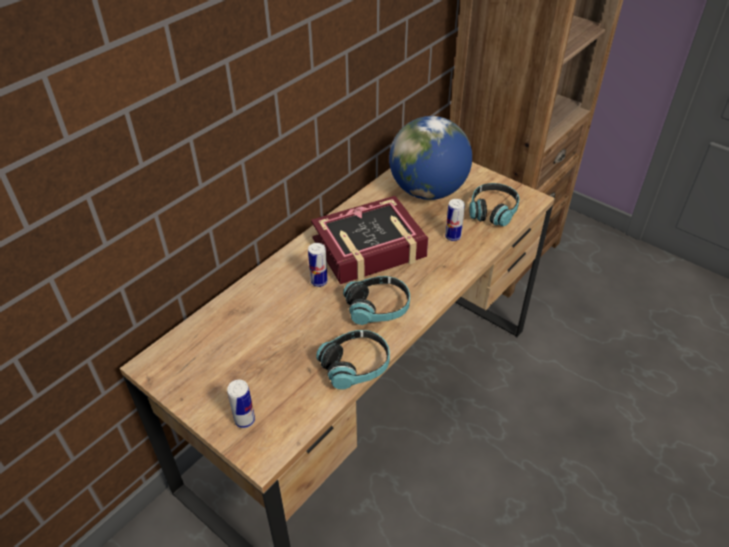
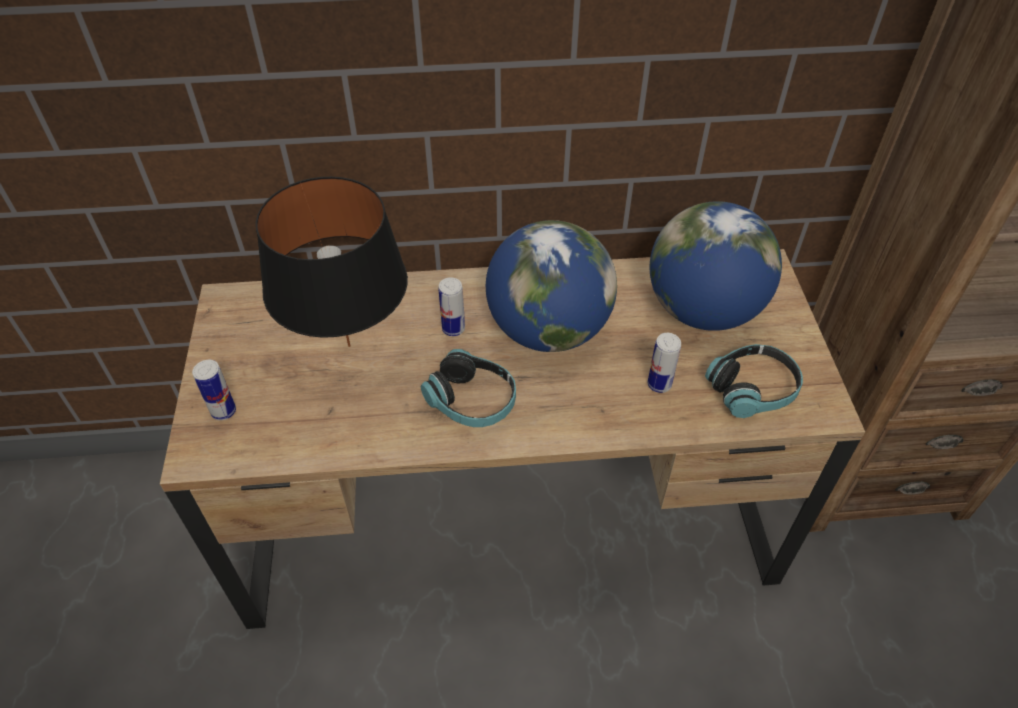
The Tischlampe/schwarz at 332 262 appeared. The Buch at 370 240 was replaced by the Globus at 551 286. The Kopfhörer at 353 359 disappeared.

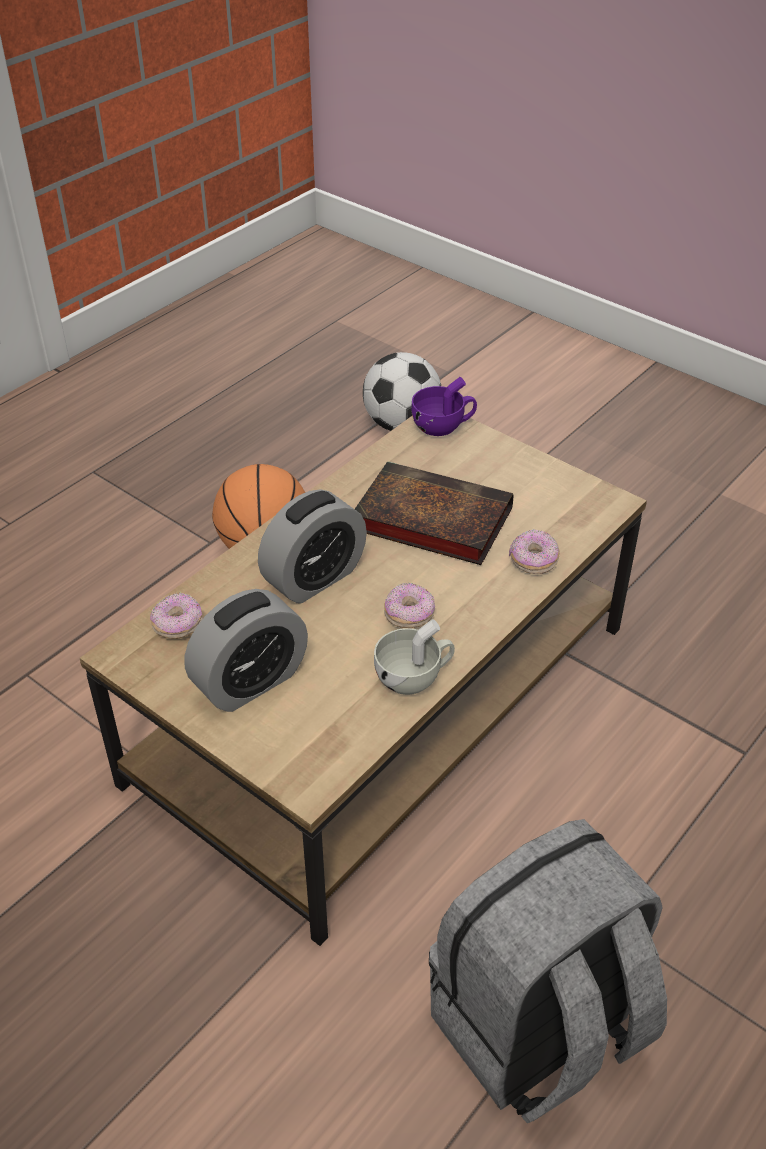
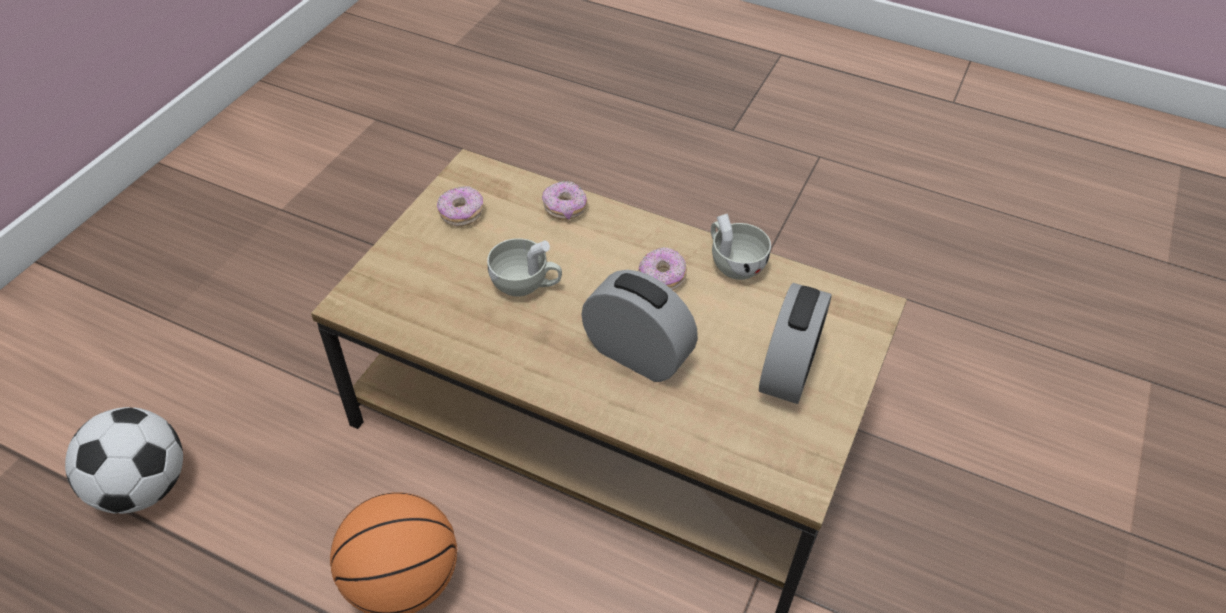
The Donut moved from 176 616 to 460 206. The Buch at 434 513 was replaced by the Tasse/weiß at 524 267. The Wecker at 246 650 turned 75 degrees clockwise. The Tasse/lila at 444 406 disappeared. The Rucksack/grau at 548 971 disappeared.

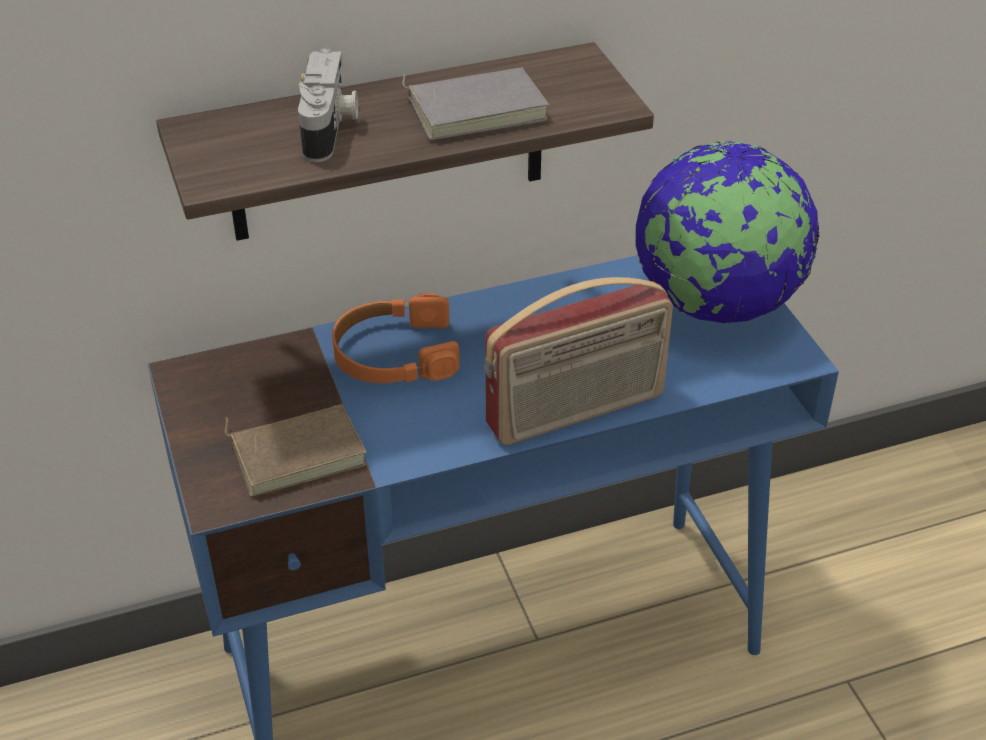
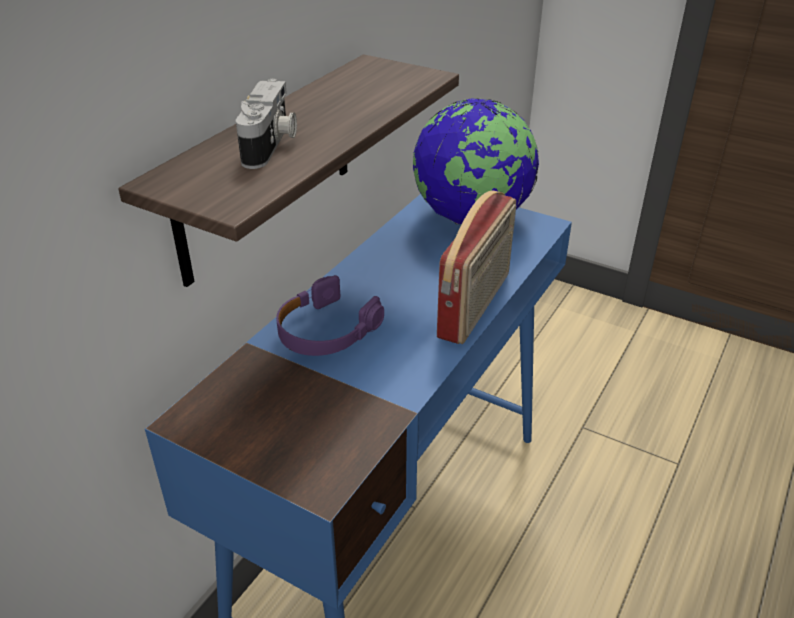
The Kamera at 328 105 turned 45 degrees clockwise. The Kopfhörer/orange at 395 338 became the Kopfhörer/lila at 330 315. The Buch/braun at 296 450 disappeared. The Buch/grau at 475 103 disappeared.

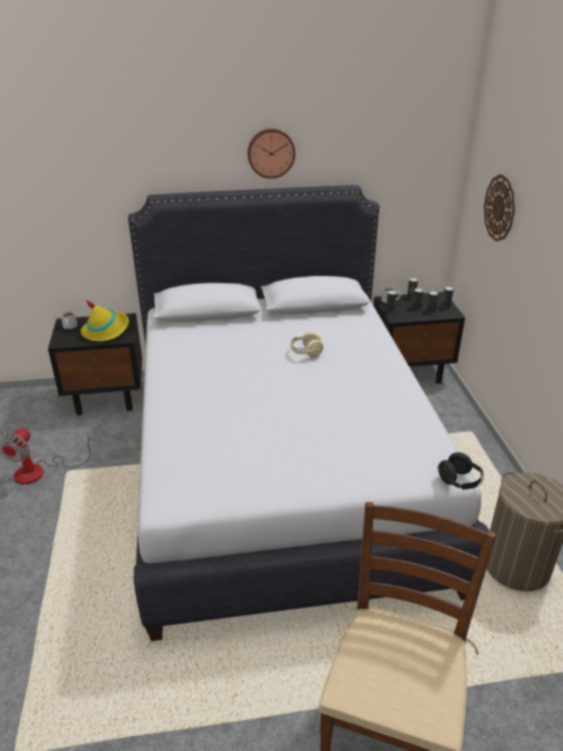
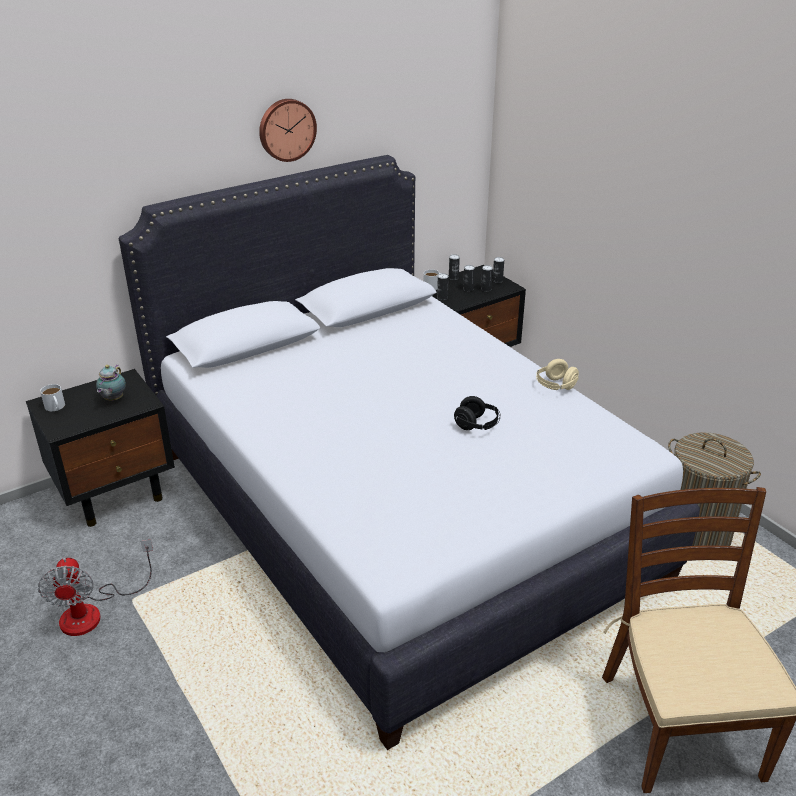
The Hut/gelb at 105 320 was replaced by the Teekanne at 111 382. The Kopfhörer/schwarz moved from 460 471 to 477 413. The Kopfhörer/beige moved from 306 344 to 557 374. The Wanduhr at 499 208 disappeared.

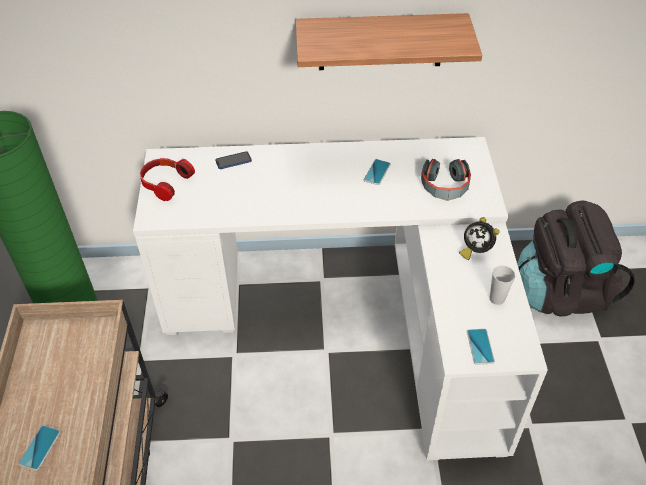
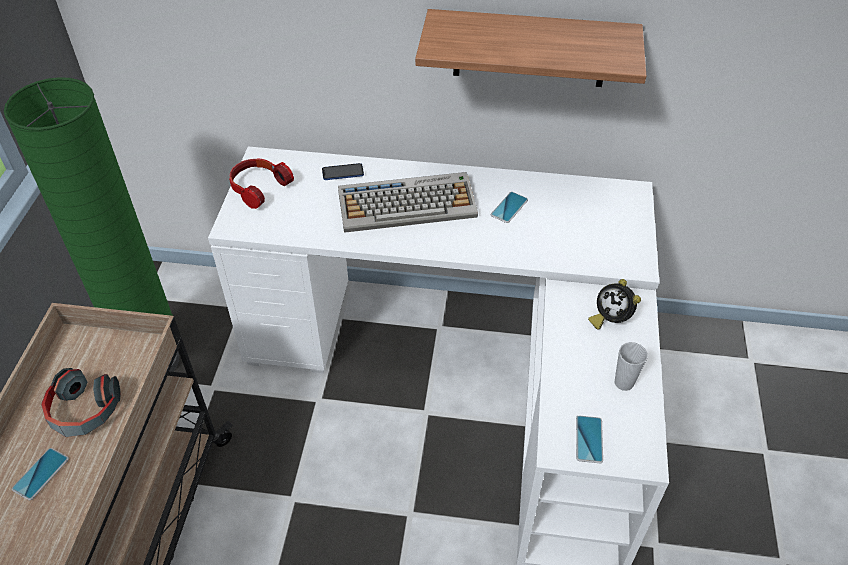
The Kopfhörer moved from 446 180 to 81 402. The Tastatur at 408 202 appeared. The Rucksack/schwarz at 576 258 disappeared.

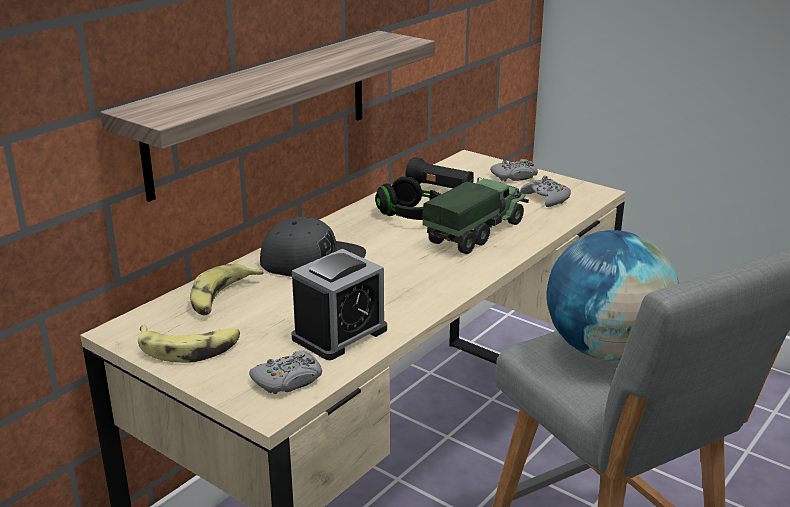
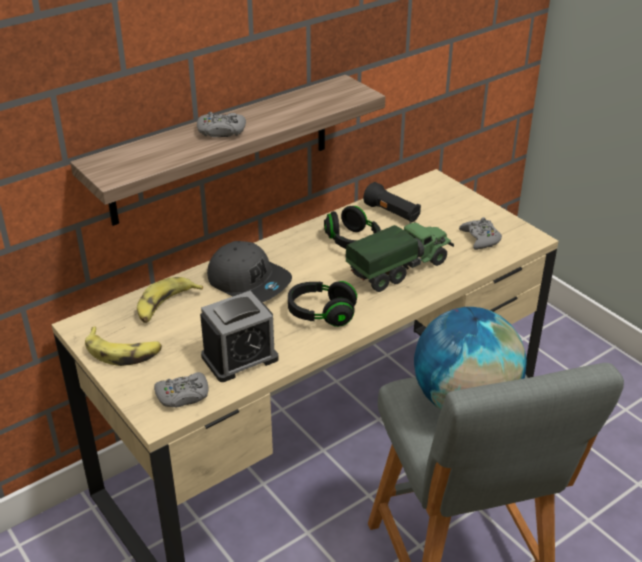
The Gamepad/grau moved from 514 170 to 221 124. The Kopfhörer/schwarz at 322 304 appeared.

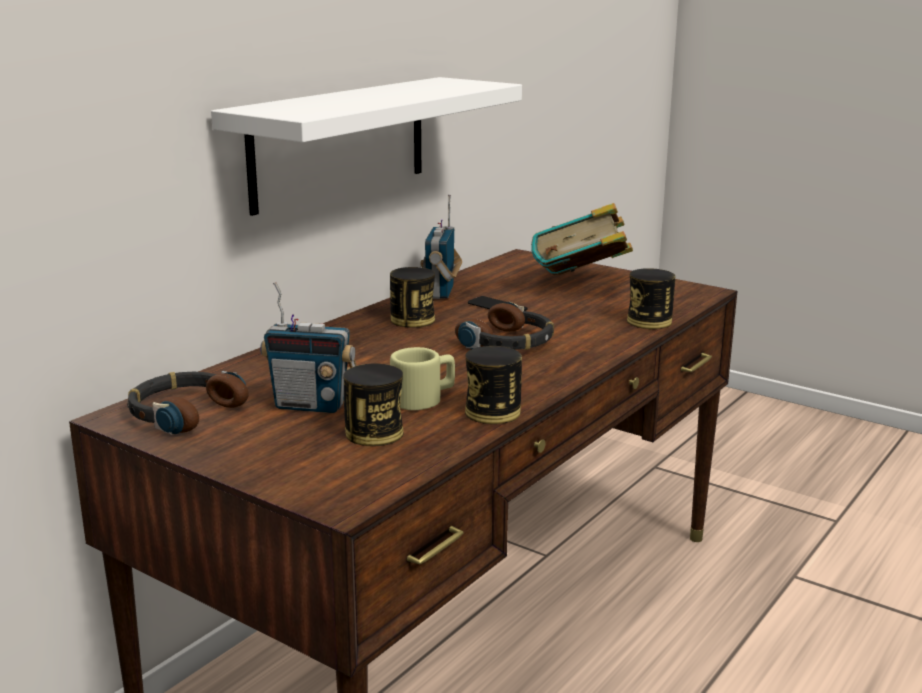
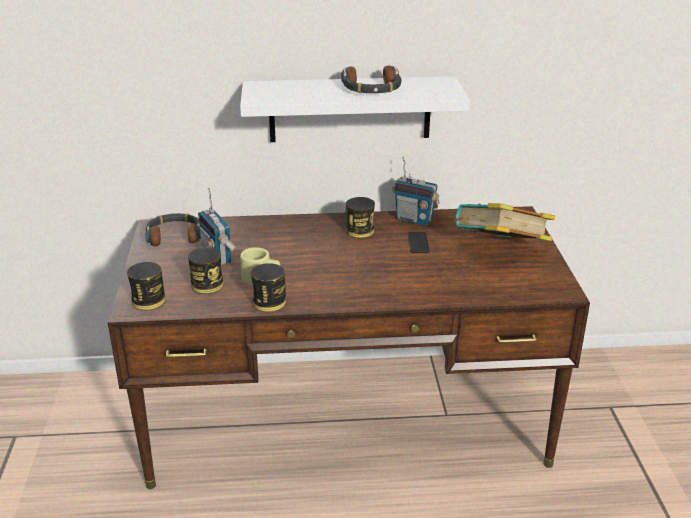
The Dose moved from 651 298 to 146 286. The Kopfhörer moved from 504 326 to 371 79. The Radio at 441 247 turned 120 degrees counterclockwise.

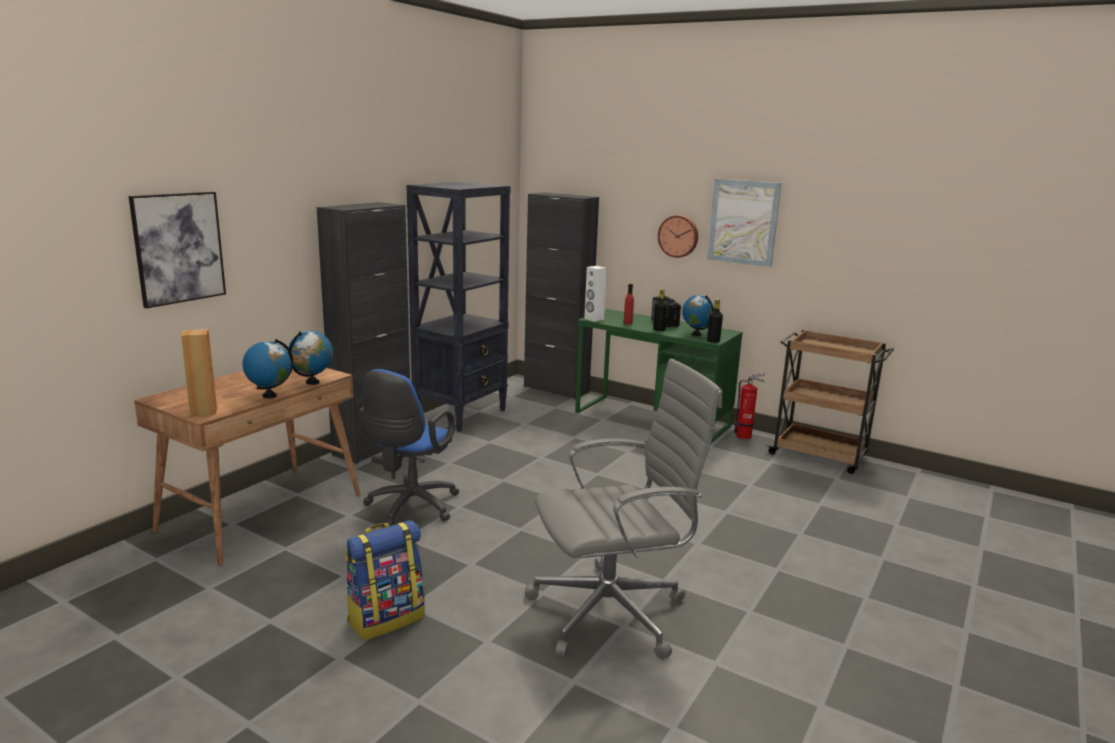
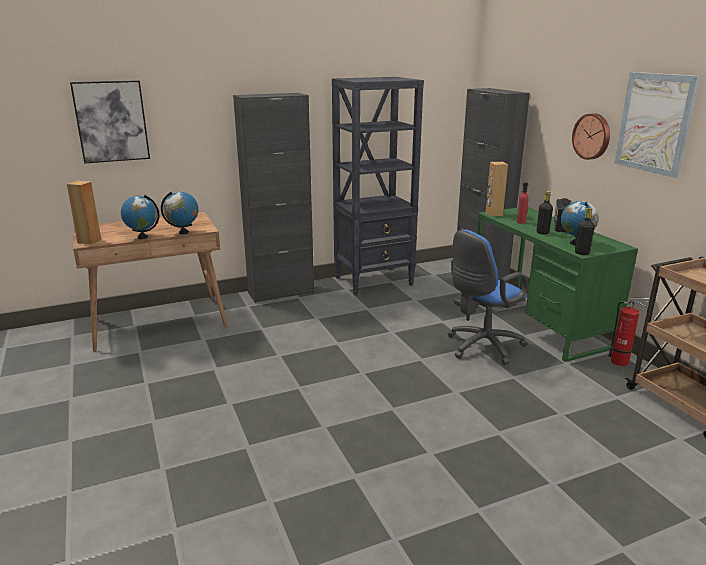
The Bürostuhl/blau moved from 409 447 to 487 297. The Lautsprecher/weiß at 595 294 became the Lautsprecher/braun at 497 189. The Rucksack at 385 580 disappeared. The Bürostuhl/grau at 623 508 disappeared.

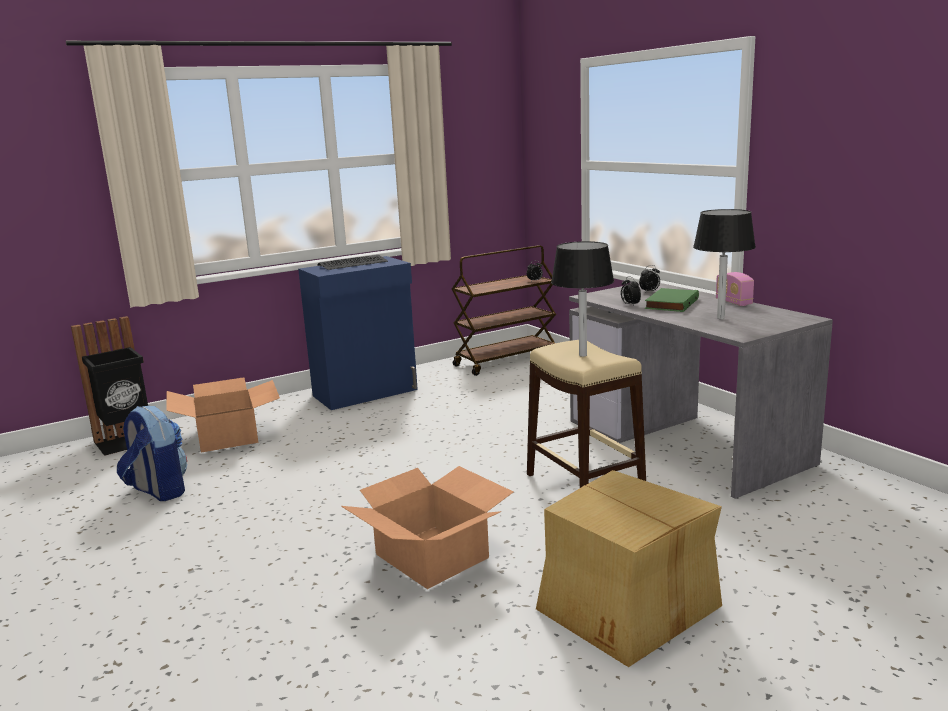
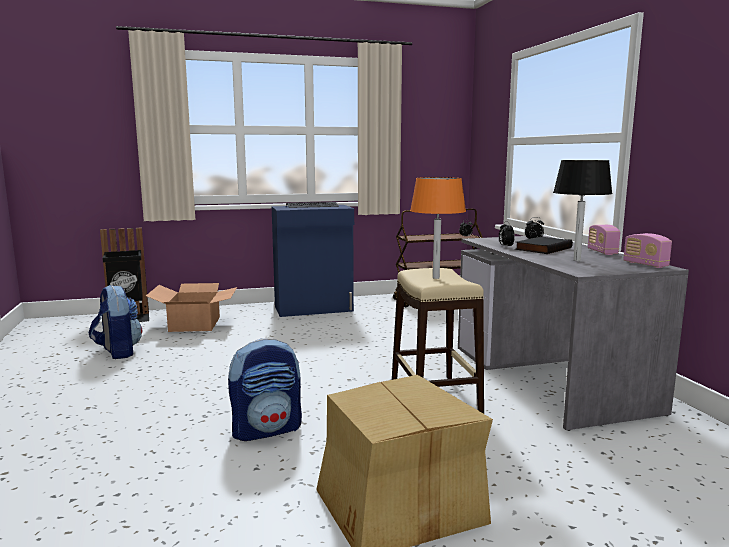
The Karton at 427 527 was replaced by the Rucksack at 265 389. The Tischlampe/schwarz at 582 299 became the Tischlampe/orange at 438 228. The Buch/grün at 672 300 became the Buch/schwarz at 544 245. The Radio at 647 250 appeared.

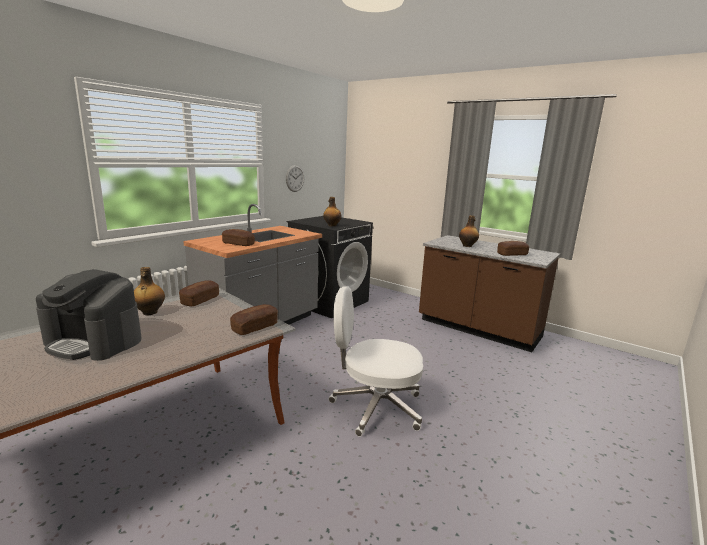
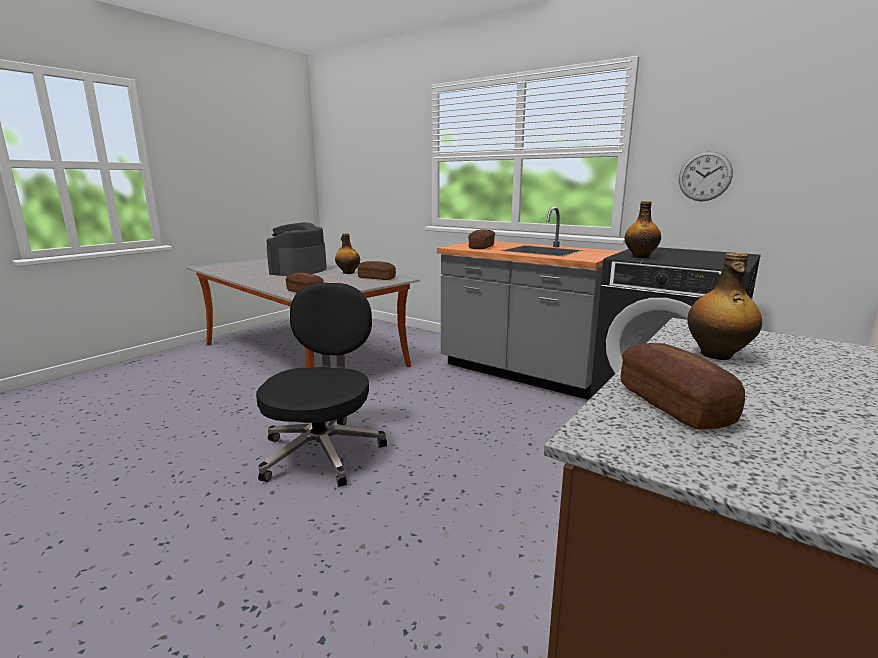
The Bürostuhl/weiß at 376 361 became the Bürostuhl/schwarz at 321 384.

